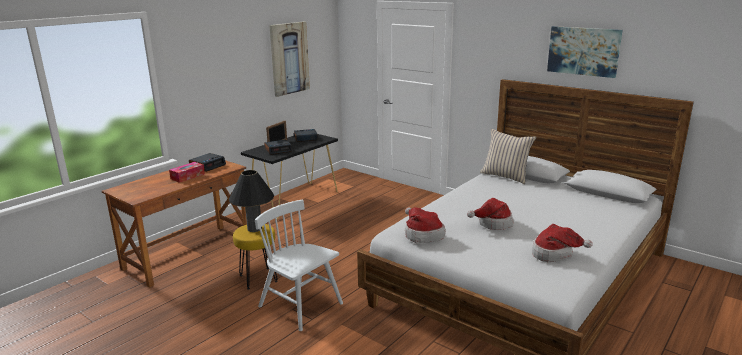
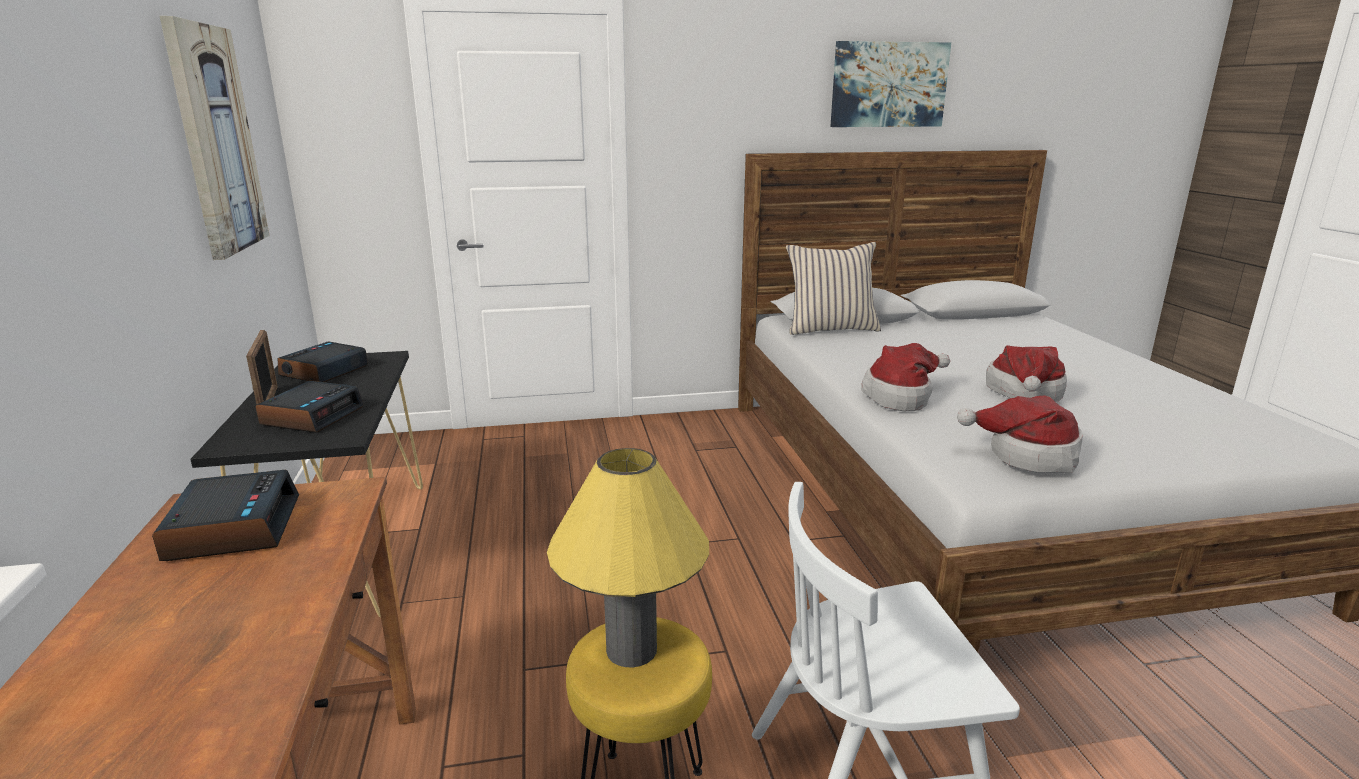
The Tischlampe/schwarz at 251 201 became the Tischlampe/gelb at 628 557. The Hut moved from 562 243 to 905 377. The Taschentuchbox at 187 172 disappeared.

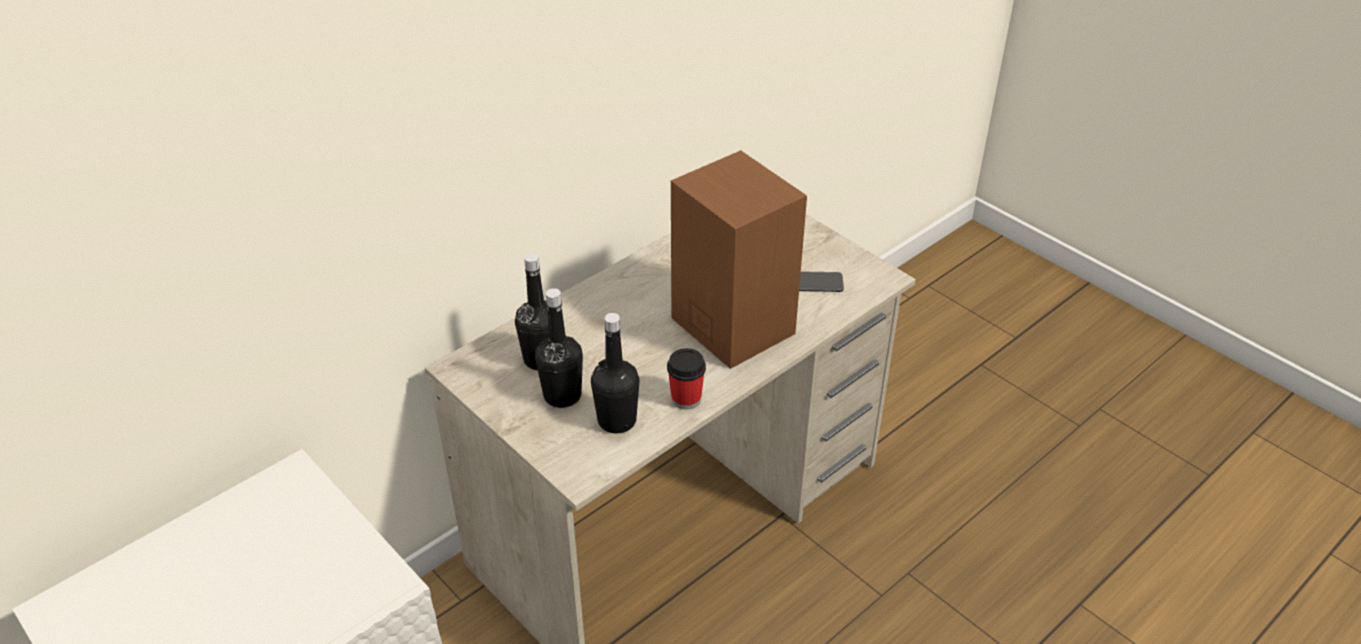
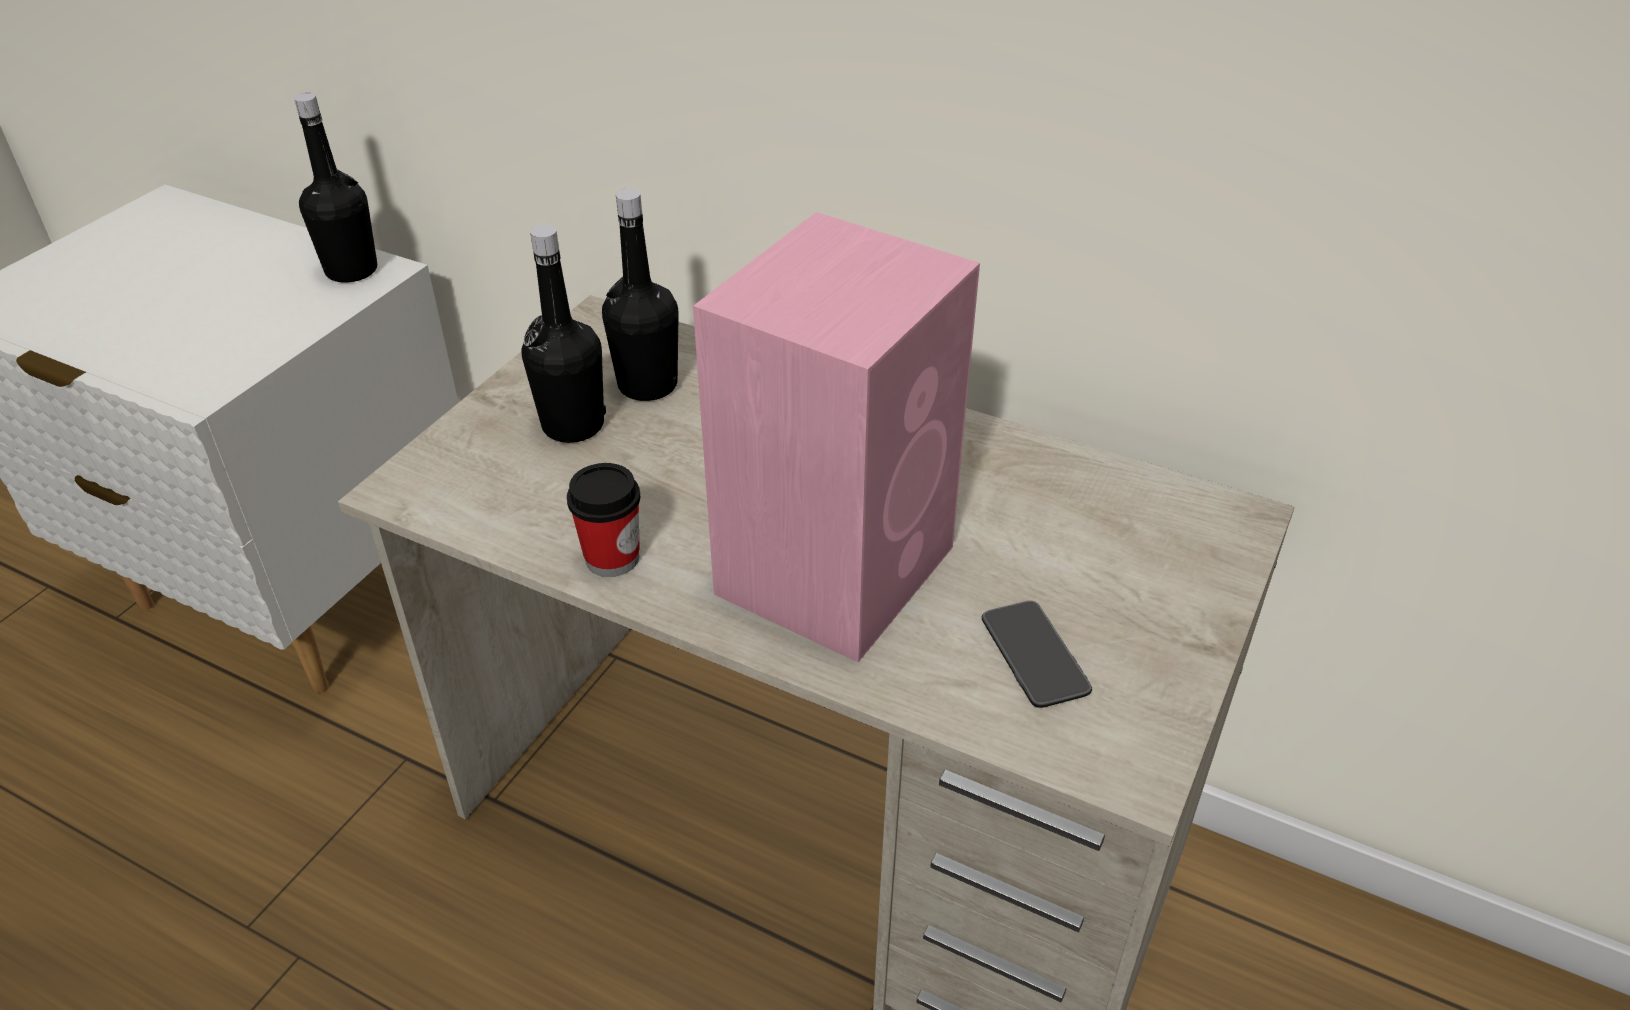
The Flasche/schwarz moved from 615 373 to 335 188. The Lautsprecher/braun at 739 259 became the Lautsprecher/rosa at 836 437.

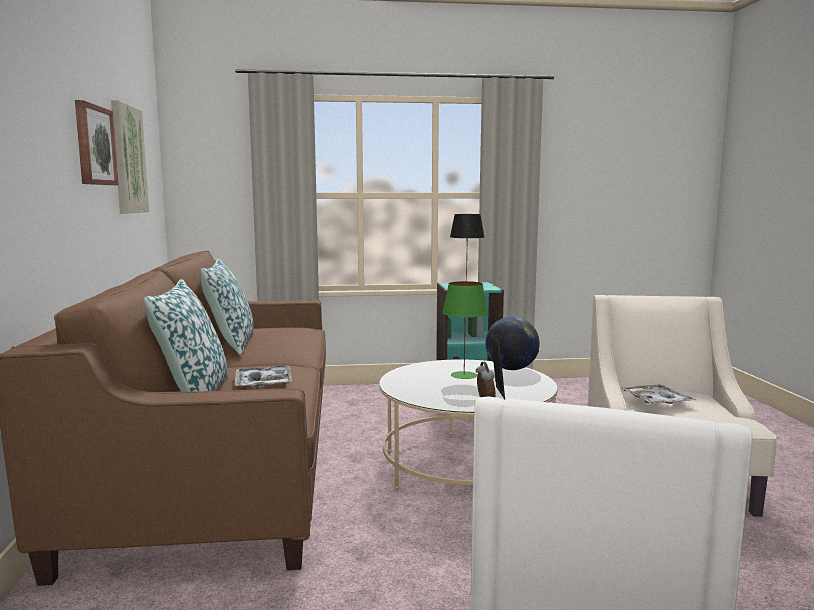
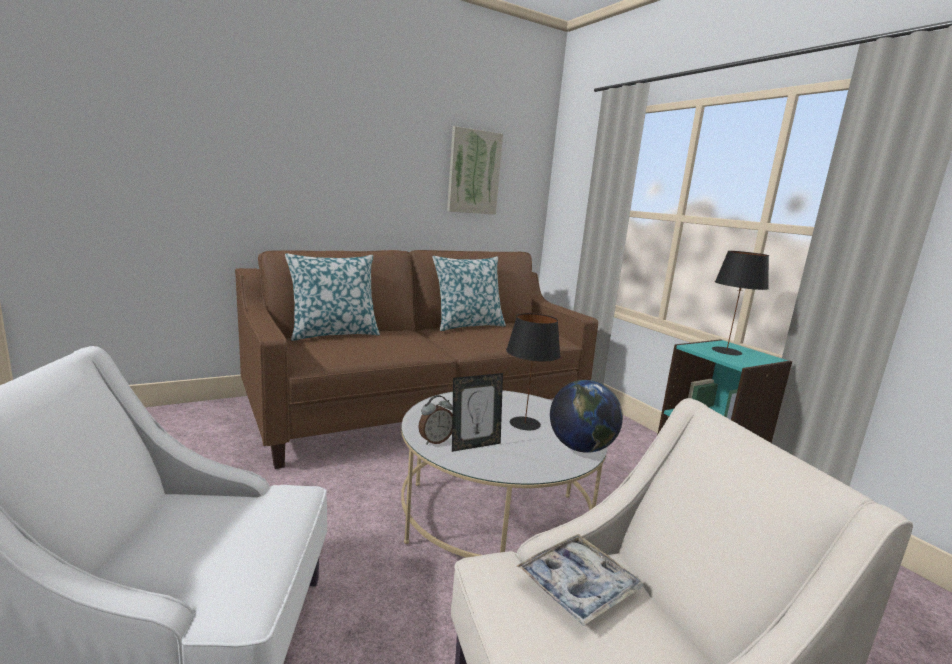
The Tischlampe/grün at 465 330 became the Tischlampe/schwarz at 533 371. The Bild at 97 142 disappeared. The Tablett at 263 377 disappeared.

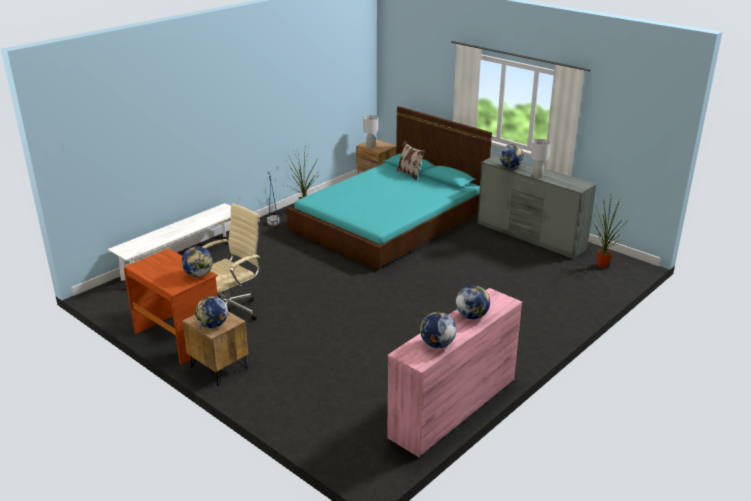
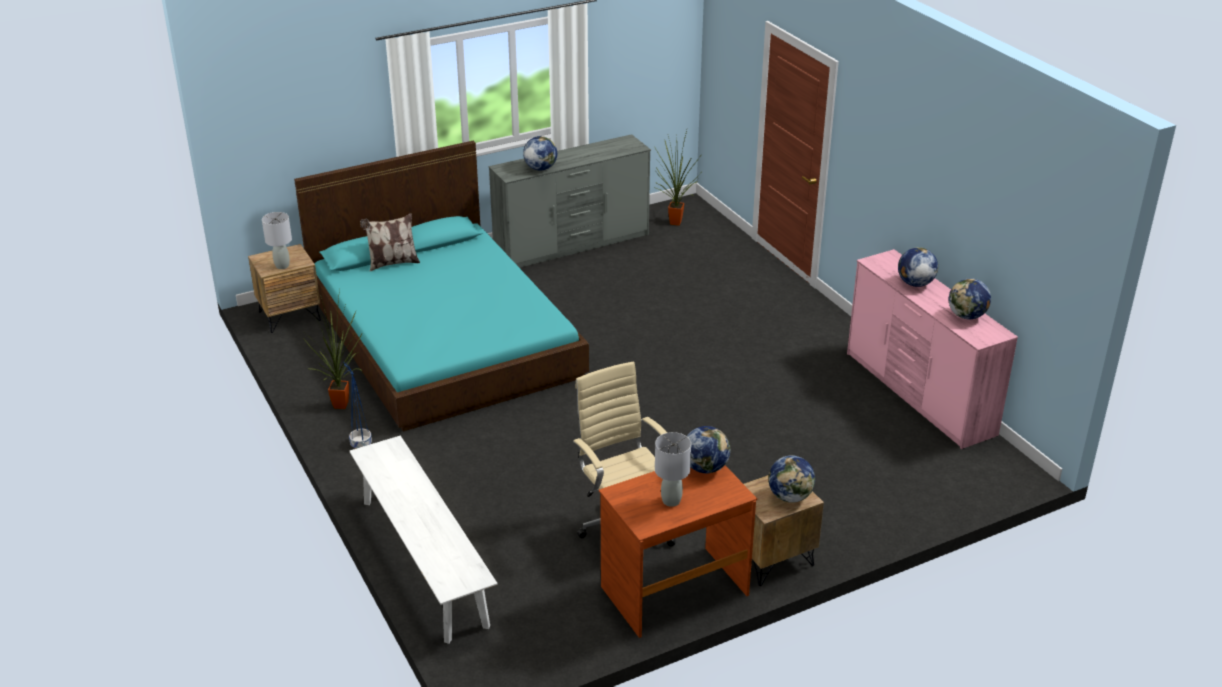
The Tischlampe/grau moved from 540 158 to 673 469.

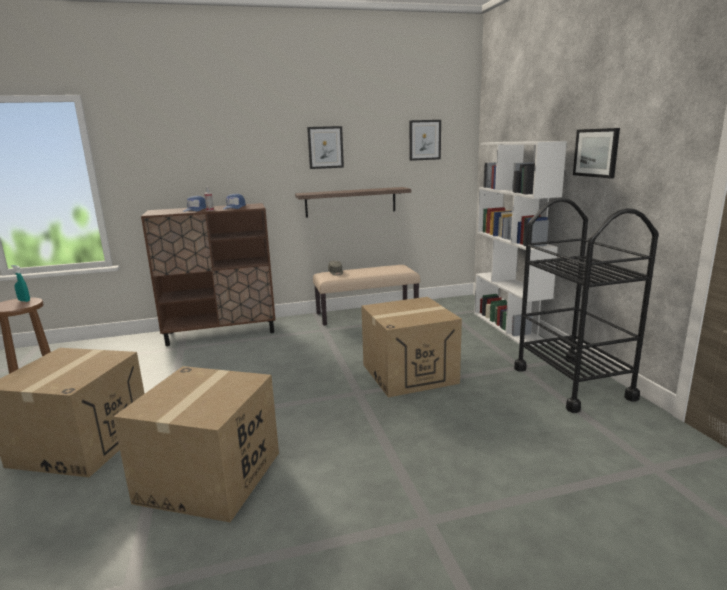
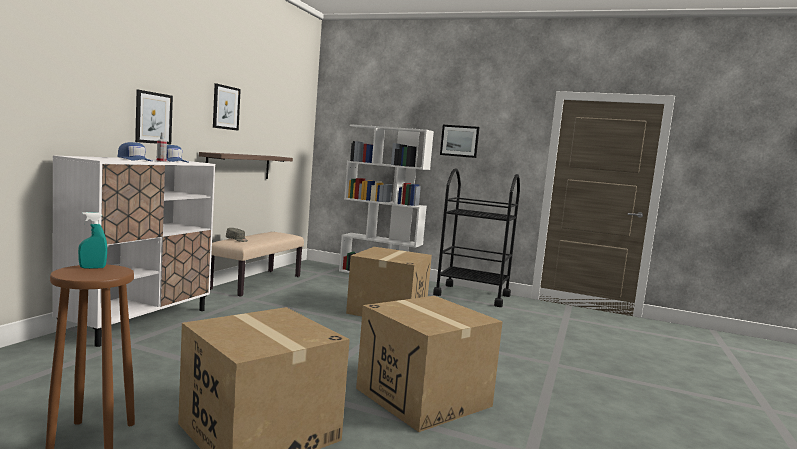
The Schrank/braun at 208 274 became the Schrank/weiß at 133 251. The Bild moved from 425 140 to 154 117.

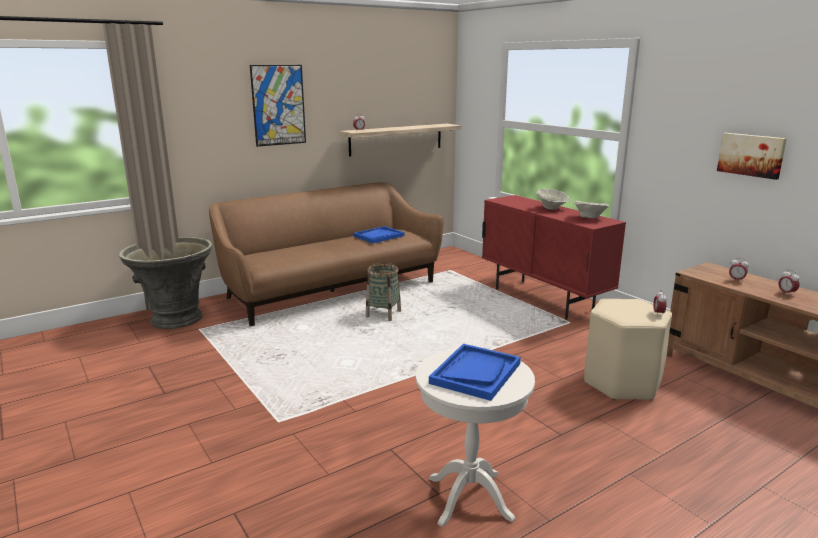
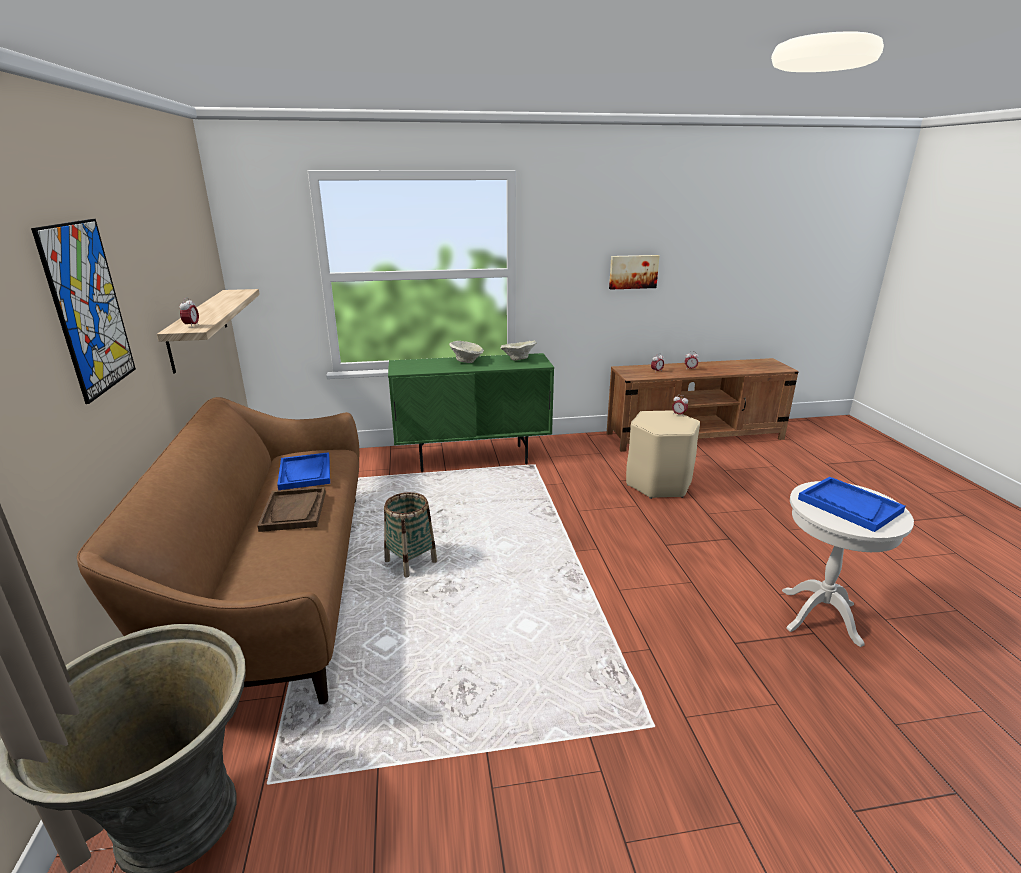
The Tablett/braun at 291 509 appeared. The Schrank/rot at 554 257 became the Schrank/grün at 471 412.

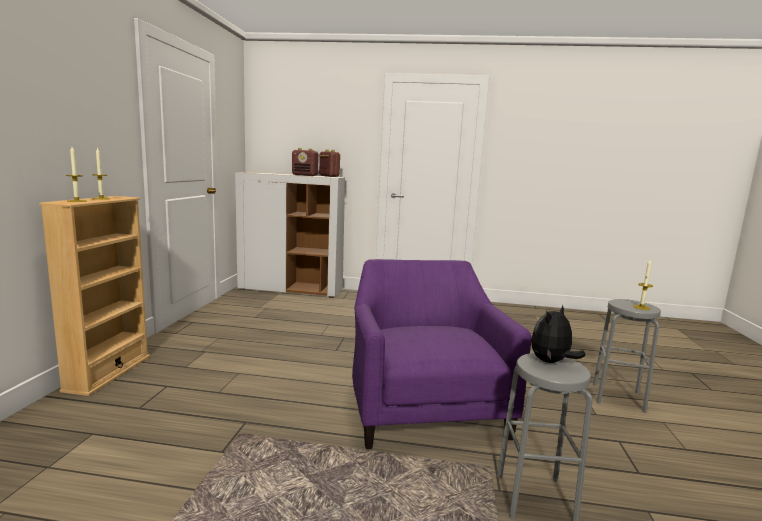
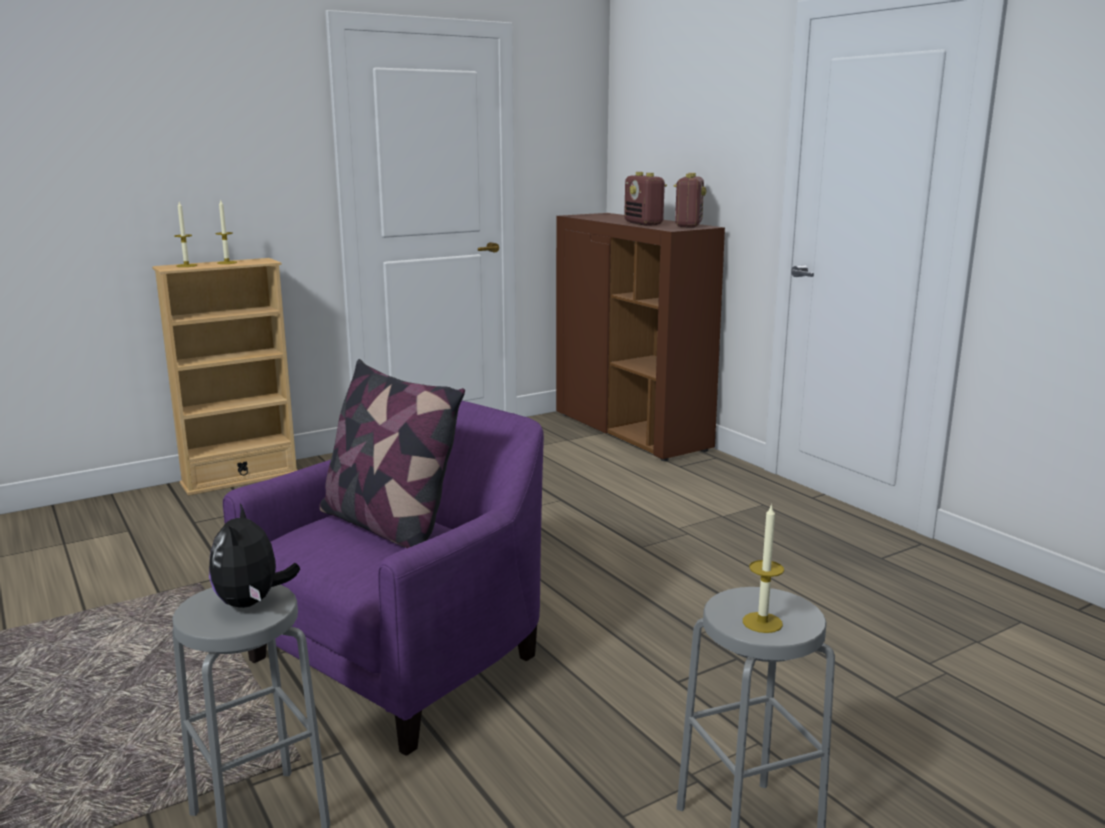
The Plüschtier at 558 334 turned 105 degrees counterclockwise. The Kissen at 392 453 appeared. The Schrank/weiß at 290 235 became the Schrank/braun at 640 337.

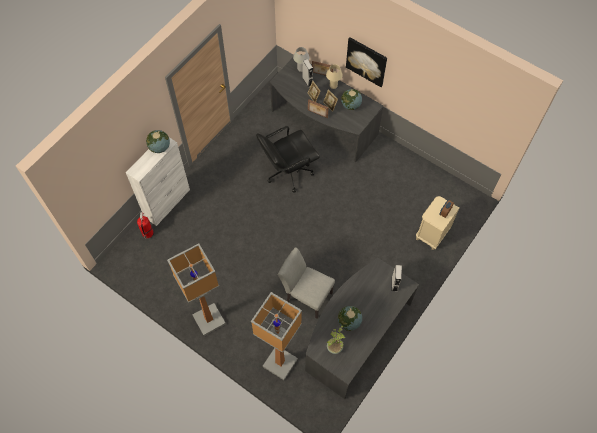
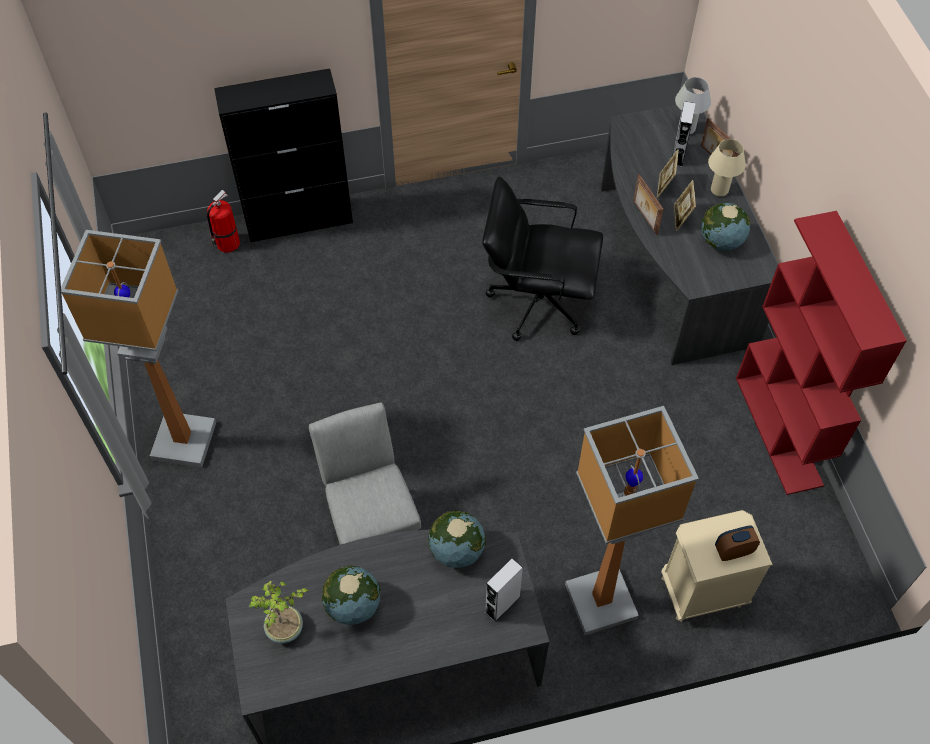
The Schrank/weiß at 158 181 became the Schrank/schwarz at 283 155. The Globus moved from 158 141 to 457 539. The Stehlampe moved from 276 336 to 632 520. The Bücherregal/rot at 821 353 appeared. The Bild at 366 62 disappeared.

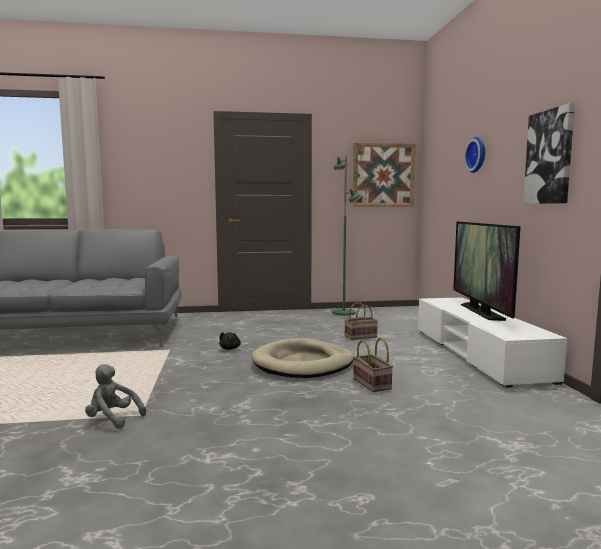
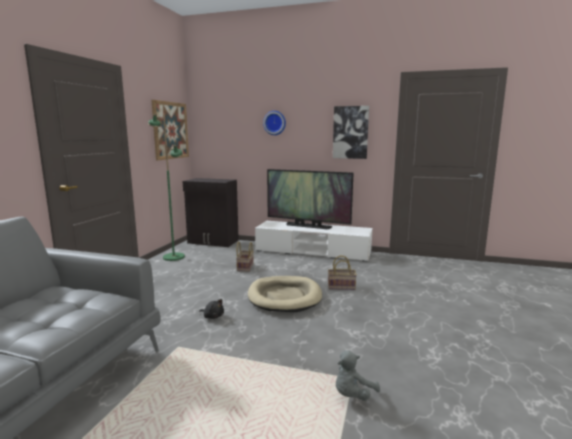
The Schrank/schwarz at 211 212 appeared.

